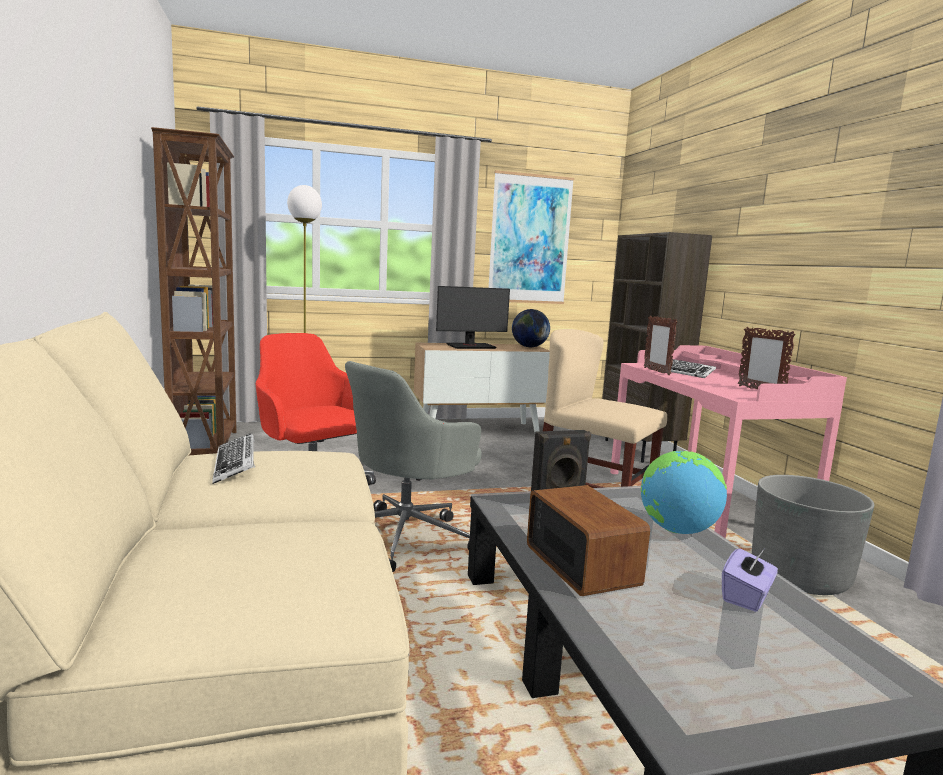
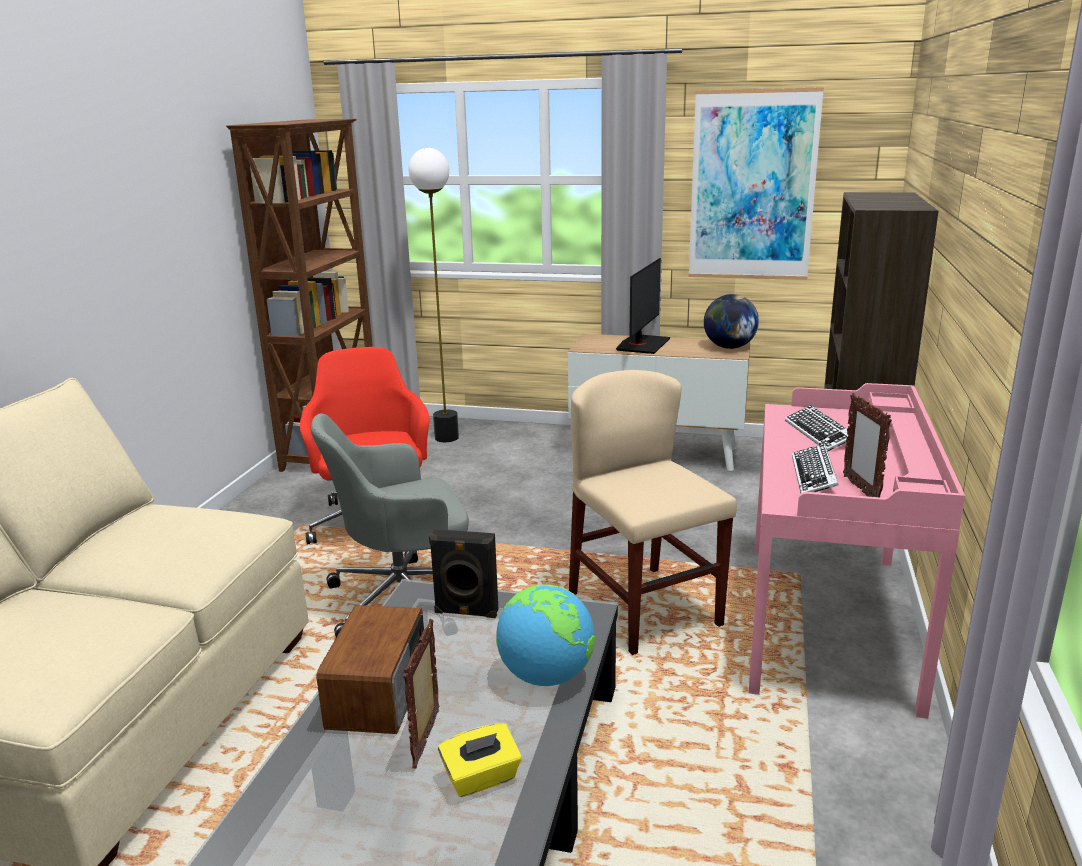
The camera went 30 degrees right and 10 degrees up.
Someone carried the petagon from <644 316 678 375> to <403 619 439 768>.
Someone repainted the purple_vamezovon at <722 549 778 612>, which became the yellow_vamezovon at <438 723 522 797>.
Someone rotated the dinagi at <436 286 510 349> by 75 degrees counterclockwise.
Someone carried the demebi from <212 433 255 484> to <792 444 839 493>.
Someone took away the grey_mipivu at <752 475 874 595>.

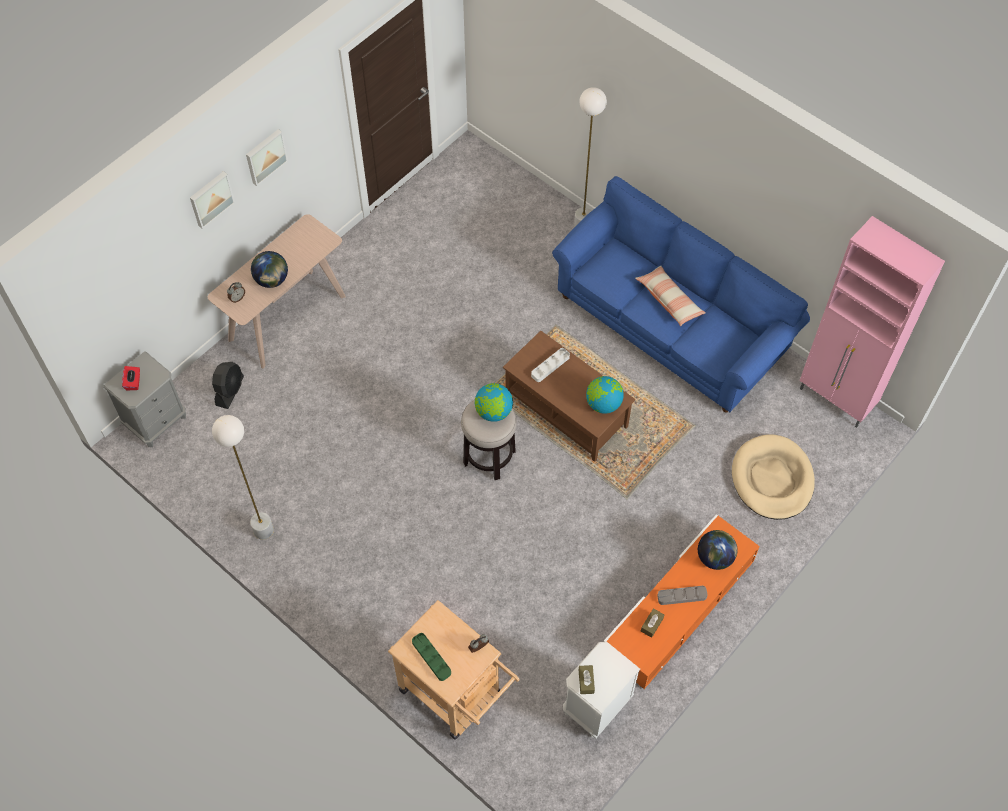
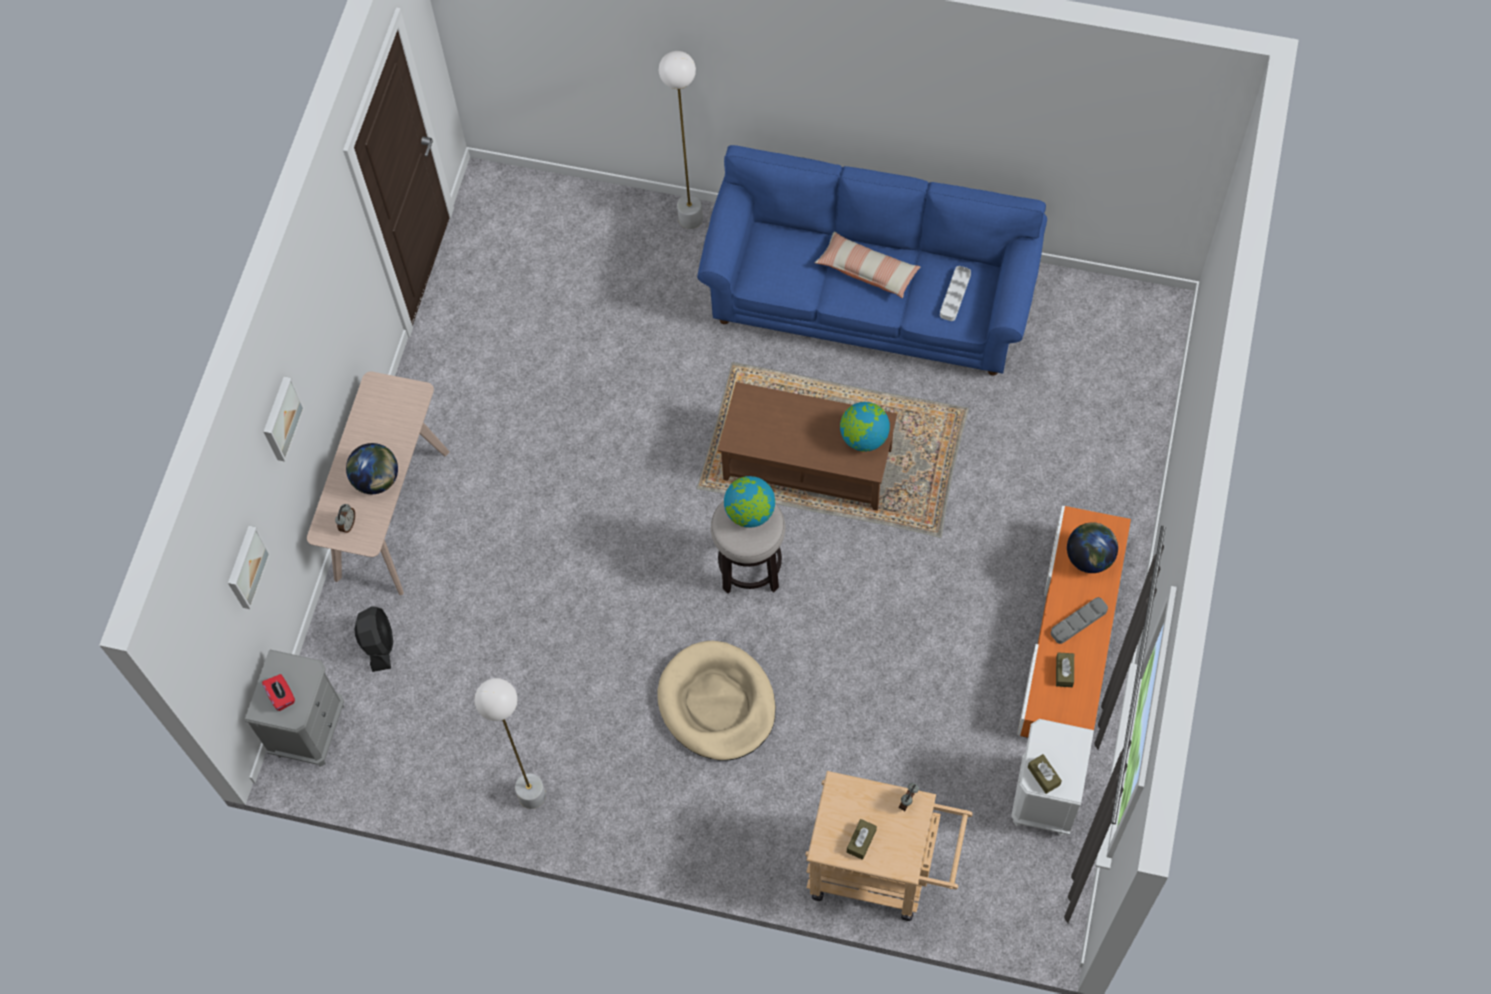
The camera went 25 degrees left and 5 degrees up.
Someone carried the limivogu from <246 129 288 186> to <228 526 270 609>.
Someone carried the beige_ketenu from <732 435 815 520> to <657 641 776 761>.
Someone swapped the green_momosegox at <412 633 451 681> for the brown_vamezovon at <847 819 877 860>.
Someone carried the white_momosegox from <531 348 570 382> to <940 266 971 321>.
Someone took away the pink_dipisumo at <799 216 945 428>.

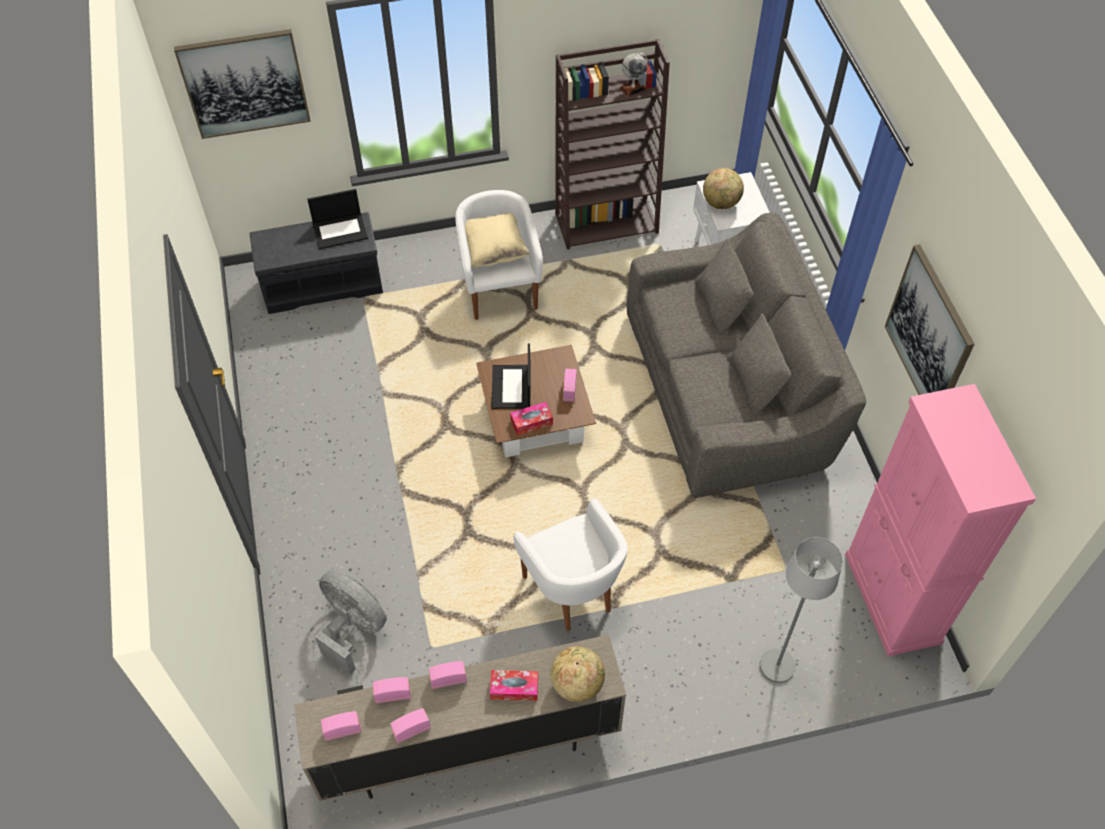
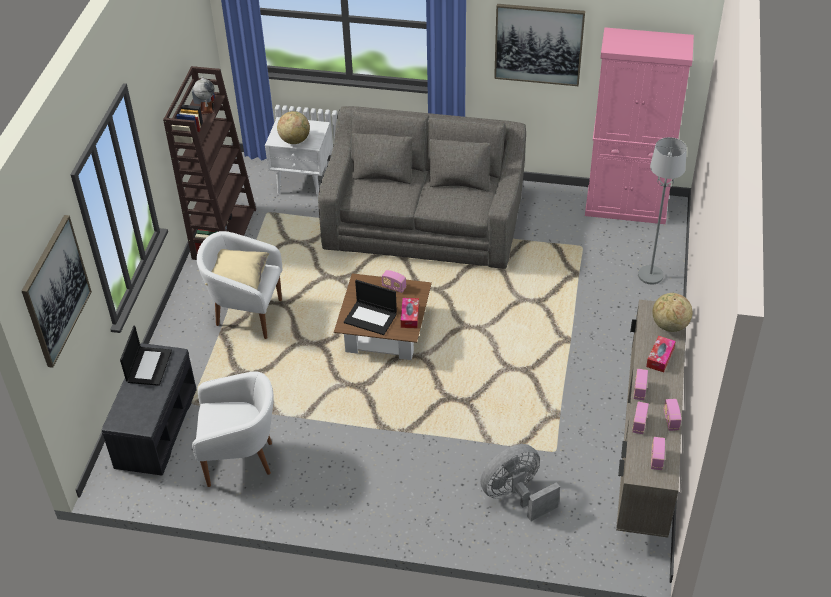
The camera went 65 degrees left and 10 degrees down.
Someone carried the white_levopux from <513 499 628 631> to <192 372 274 487>.

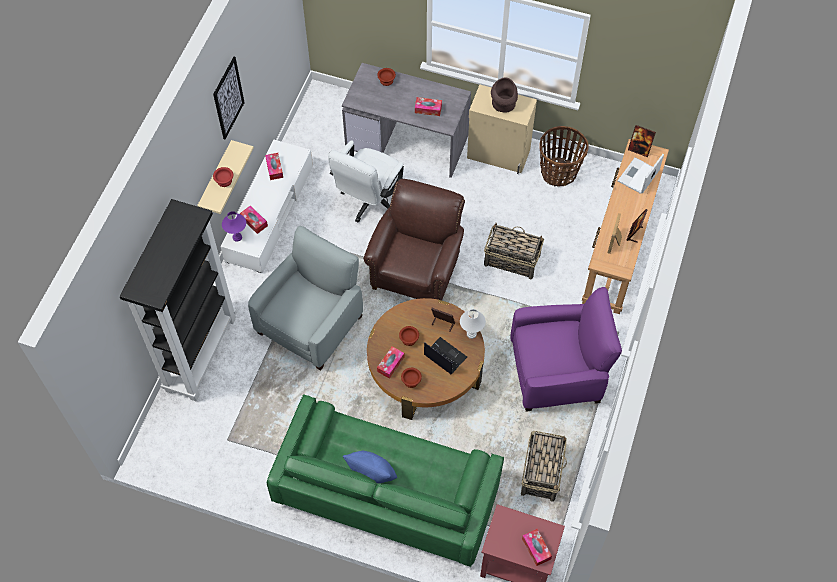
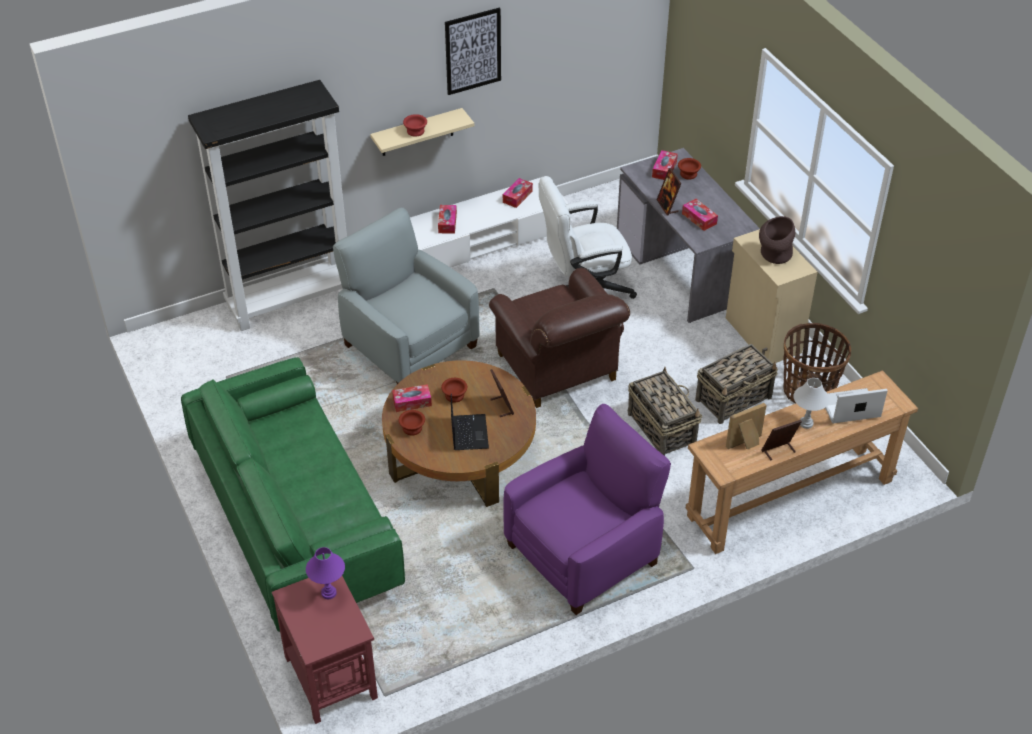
The camera went 45 degrees right and 15 degrees down.
Someone carried the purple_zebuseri from <222 211 246 242> to <306 547 345 599>.
Someone rotated the grey_levopux at <248 226 363 371> by 120 degrees counterclockwise.
Someone rotated the brown_levopux at <364 179 465 300> by 90 degrees clockwise.
Someone rotated the purple_levopux at <510 287 622 412> by 75 degrees counterclockwise.
Someone carried the vamezovon from <522 529 552 566> to <652 150 678 180>.
Someone carried the petagon from <628 125 656 157> to <657 168 681 216>.
Someone carried the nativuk from <521 431 567 502> to <695 344 778 424>.
Someone carried the white_zebuseri from <460 309 486 339> to <794 378 830 429>.
Someone took away the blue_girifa at <343 451 398 483>.

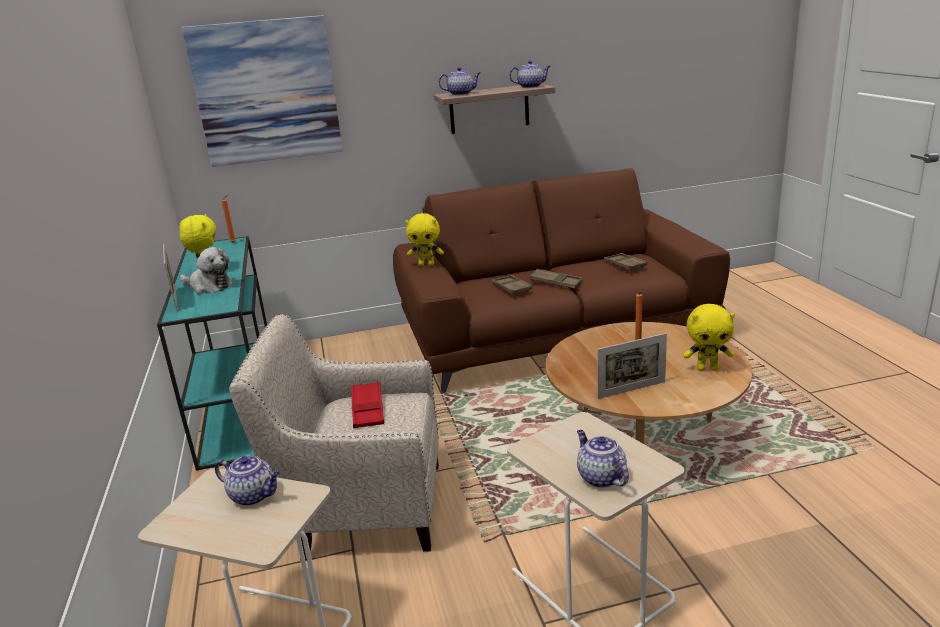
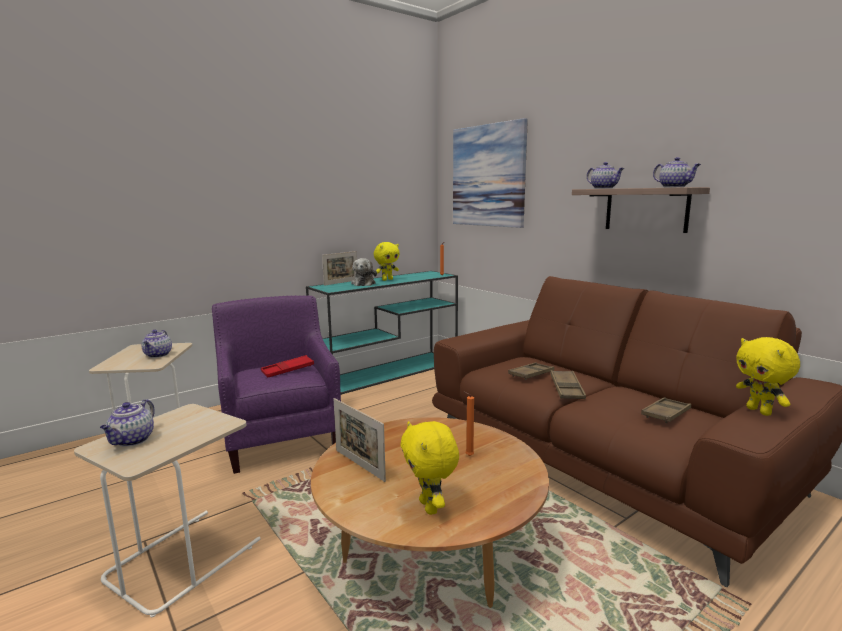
The camera went 65 degrees right and 10 degrees down.
Someone rotated the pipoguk at <577 430 629 488> by 150 degrees clockwise.
Someone repainted the beige_levopux at <229 314 439 561>, which became the purple_levopux at <212 295 341 474>.
Someone carried the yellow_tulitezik from <405 213 444 266> to <736 337 800 416>.

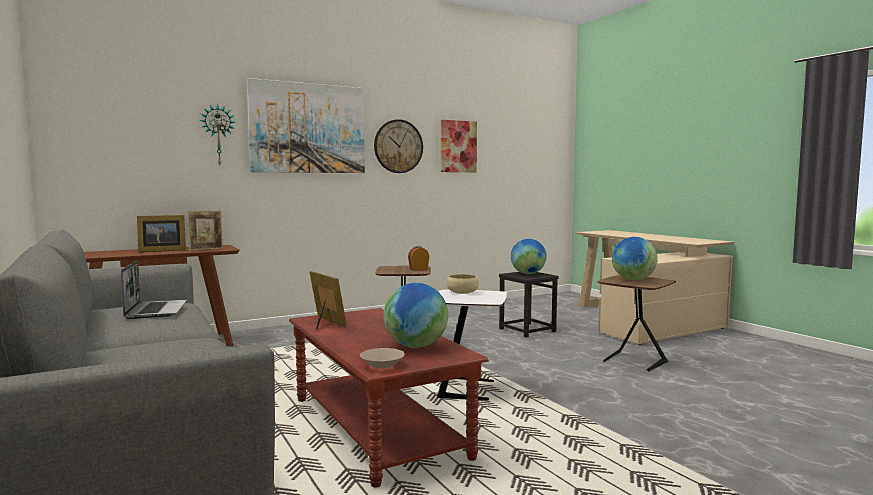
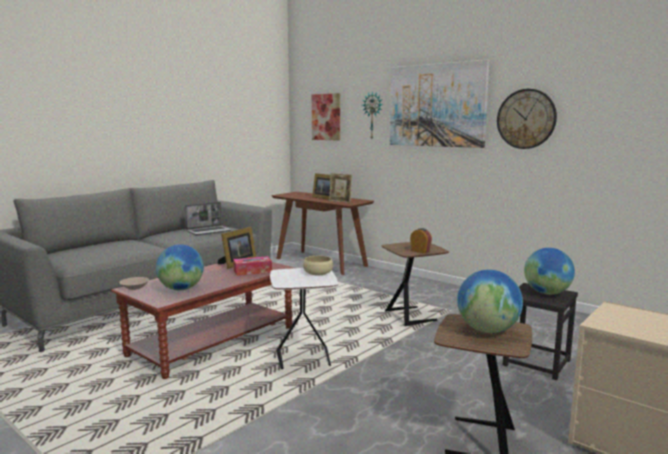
The camera went 70 degrees right and 5 degrees up.
Someone put down the vamezovon at <233 256 272 276>.
Someone carried the limivogu from <441 120 477 172> to <312 93 340 141>.

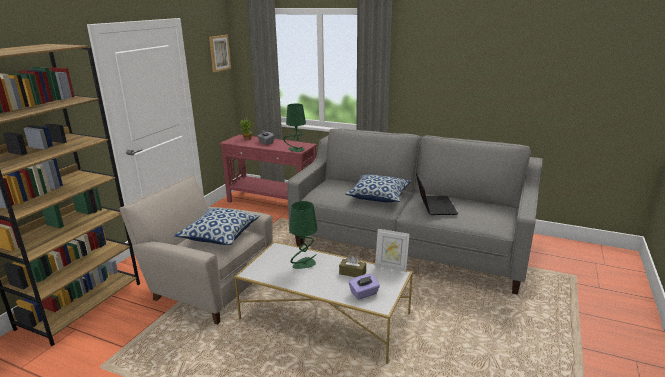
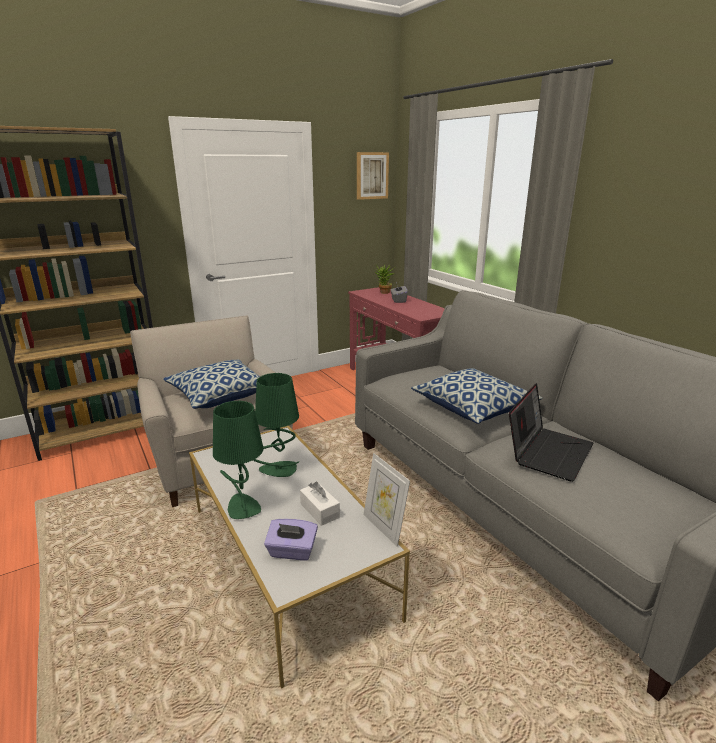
The camera went 35 degrees right and 0 degrees up.
Someone carried the green_zebuseri from <283 104 306 152> to <213 401 264 519>.
Someone repainted the brown_vamezovon at <339 255 366 277>, which became the white_vamezovon at <300 482 340 526>.

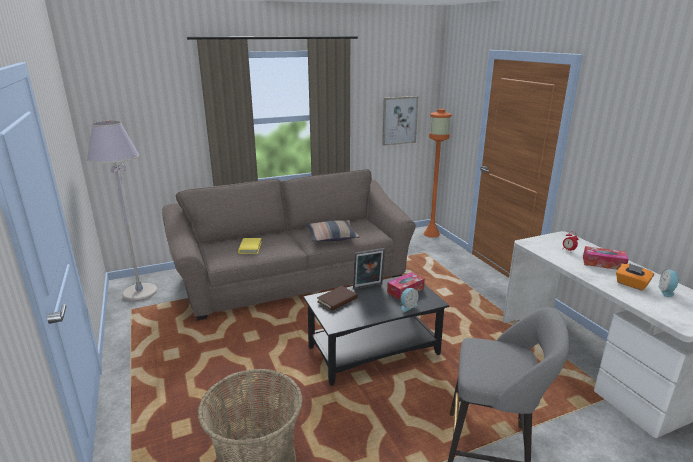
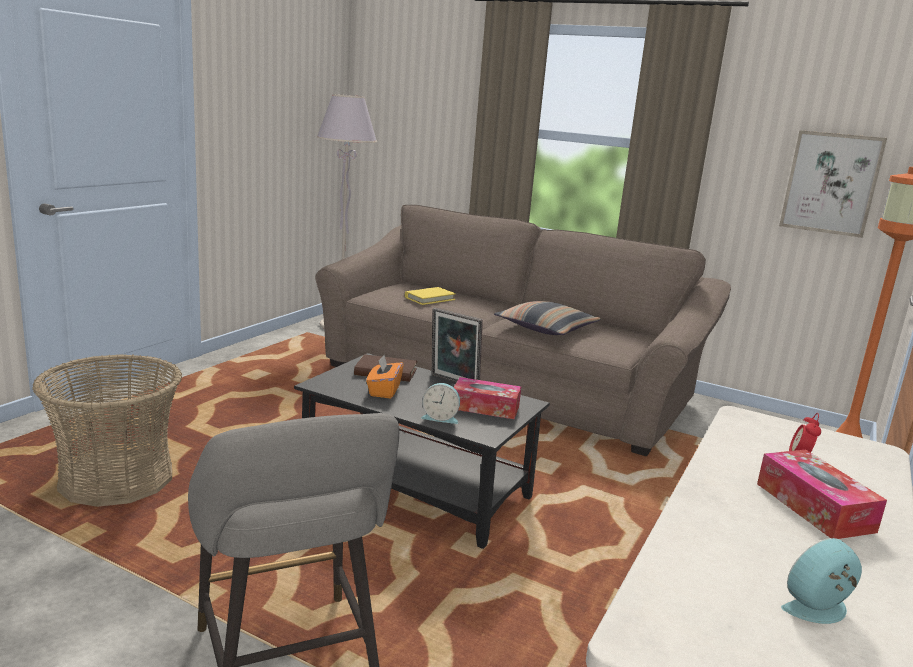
The camera went 50 degrees right and 5 degrees down.
Someone carried the orange_vamezovon from <616 263 654 291> to <366 355 404 399>.

